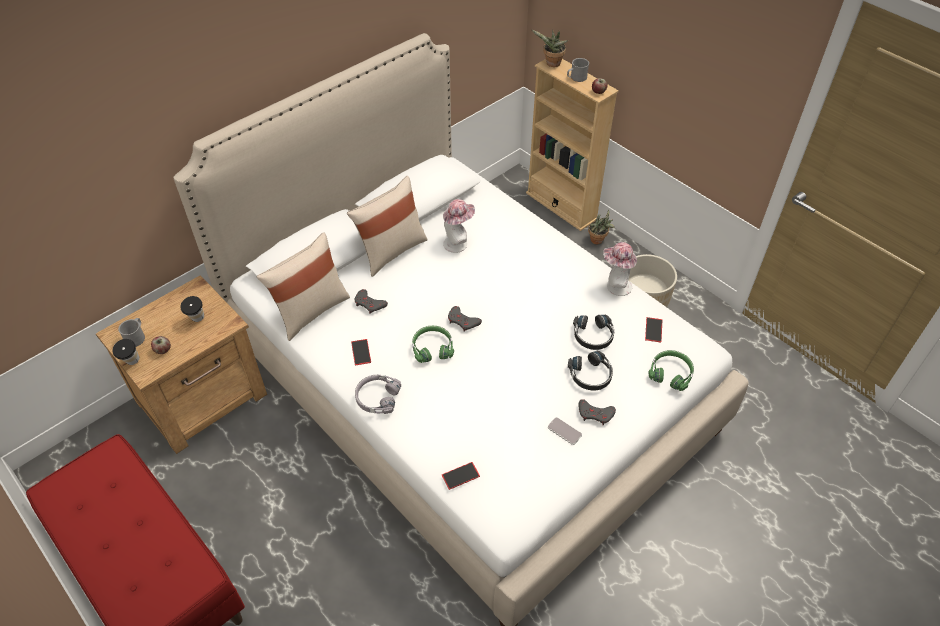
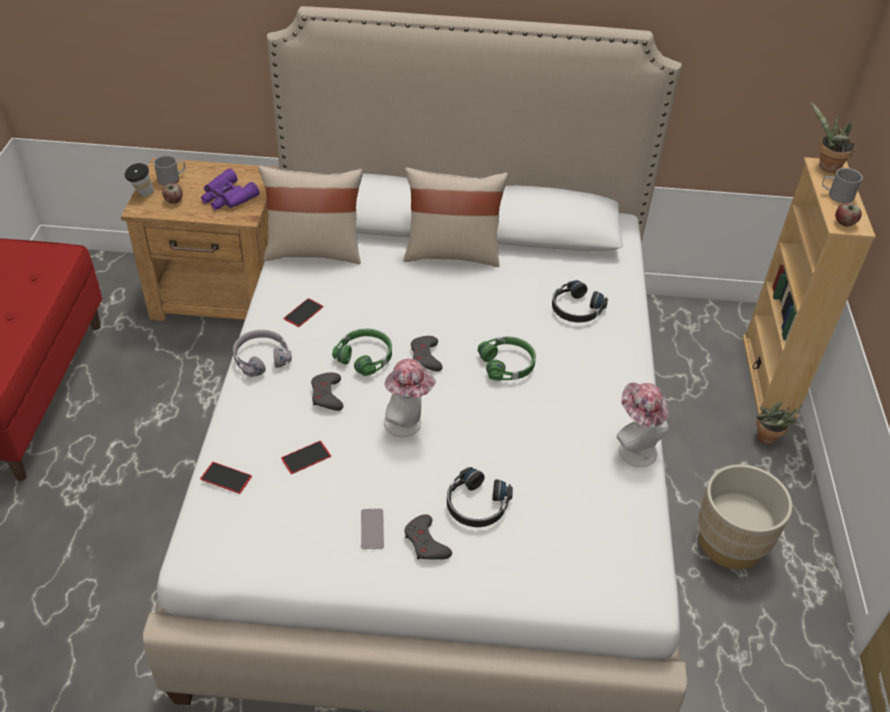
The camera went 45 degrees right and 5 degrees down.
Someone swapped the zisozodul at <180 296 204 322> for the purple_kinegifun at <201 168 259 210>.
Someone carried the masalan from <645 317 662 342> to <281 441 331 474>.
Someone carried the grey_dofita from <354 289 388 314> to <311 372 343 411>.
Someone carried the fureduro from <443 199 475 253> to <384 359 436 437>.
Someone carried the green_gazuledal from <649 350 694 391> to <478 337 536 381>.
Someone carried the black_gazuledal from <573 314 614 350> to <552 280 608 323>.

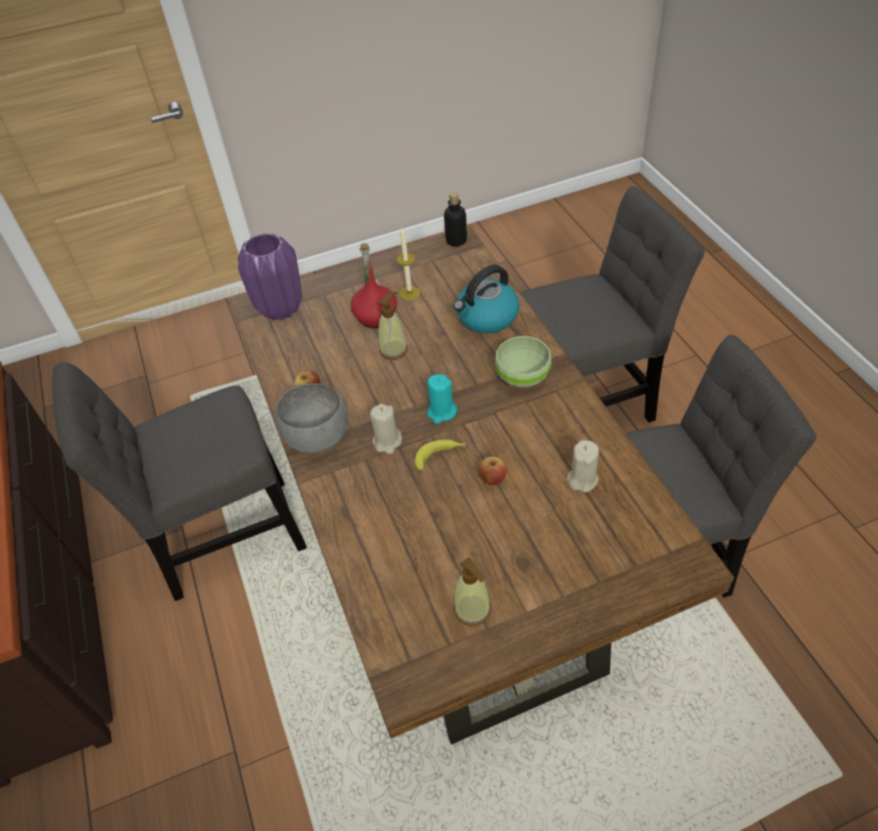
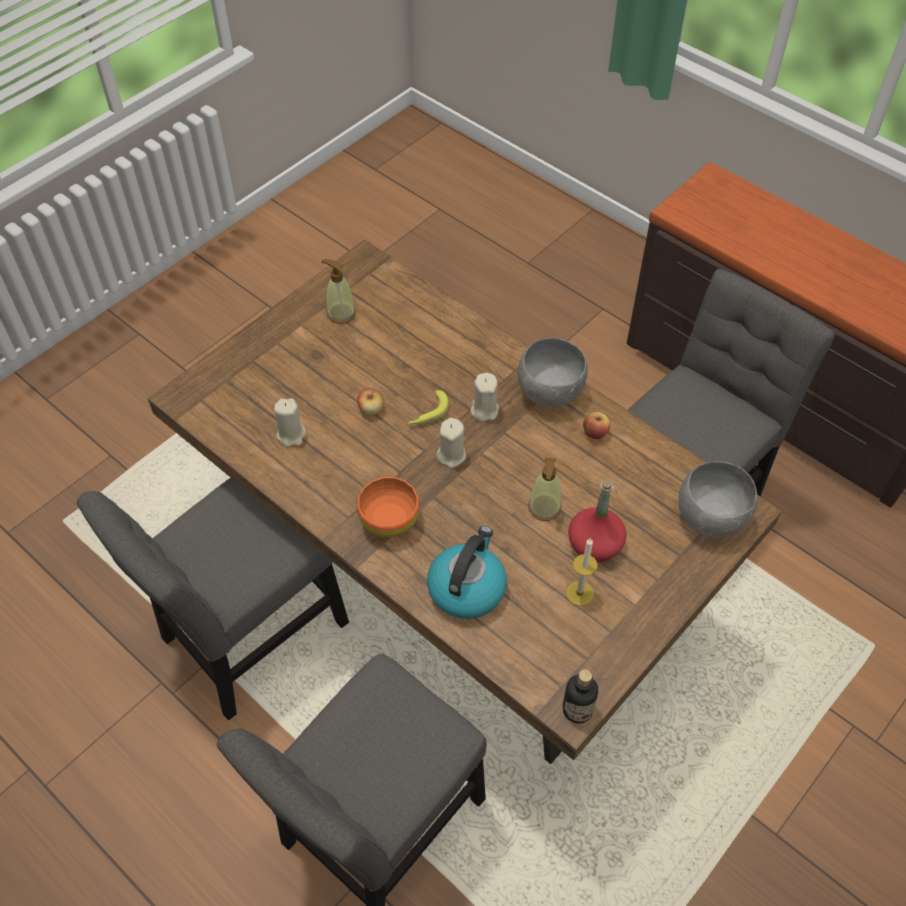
The camera went 150 degrees right and 5 degrees up.
Someone repainted the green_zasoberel at <495 336 551 387>, which became the orange_zasoberel at <357 477 420 537>.
Someone repainted the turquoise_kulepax at <427 374 457 424>, which became the beige_kulepax at <436 418 466 468>.
Someone swapped the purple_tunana at <238 233 302 320> for the grey_zasoberel at <679 461 757 537>.

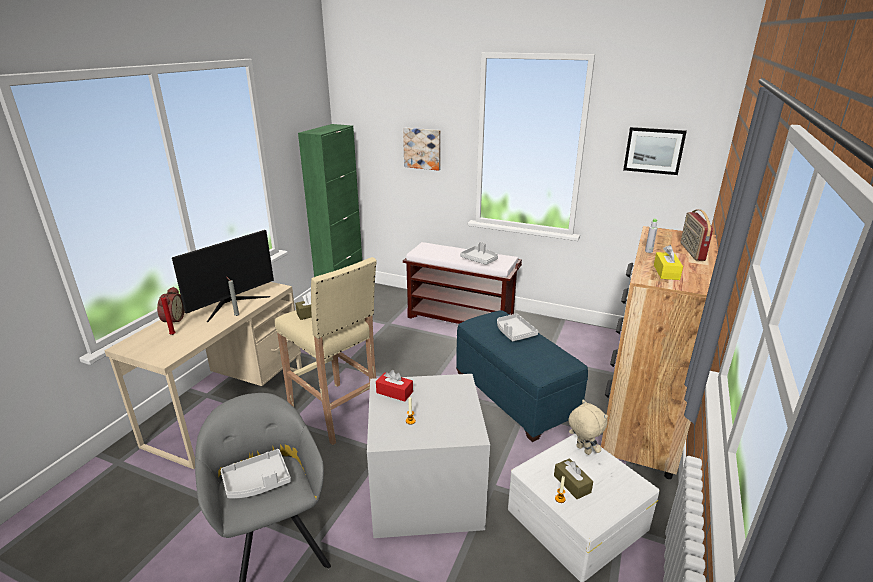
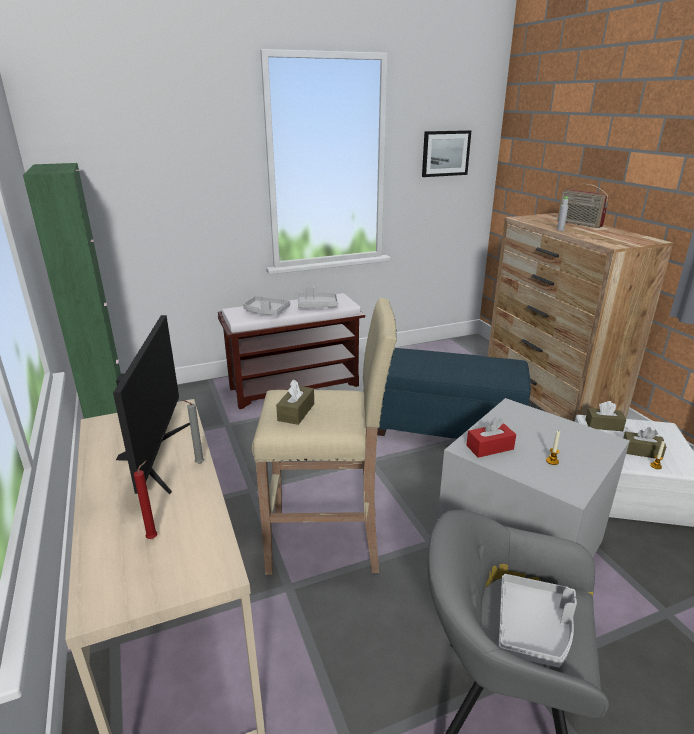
The camera went 45 degrees left and 0 degrees up.
Someone carried the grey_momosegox from <497 313 538 341> to <243 296 290 315>.
Someone swapped the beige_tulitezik at <568 400 608 455> for the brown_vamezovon at <585 401 626 431>.
Someone took away the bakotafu at <157 287 184 323>.
Someone took away the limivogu at <403 128 441 171>.
Someone took away the yellow_vamezovon at <654 245 683 280>.

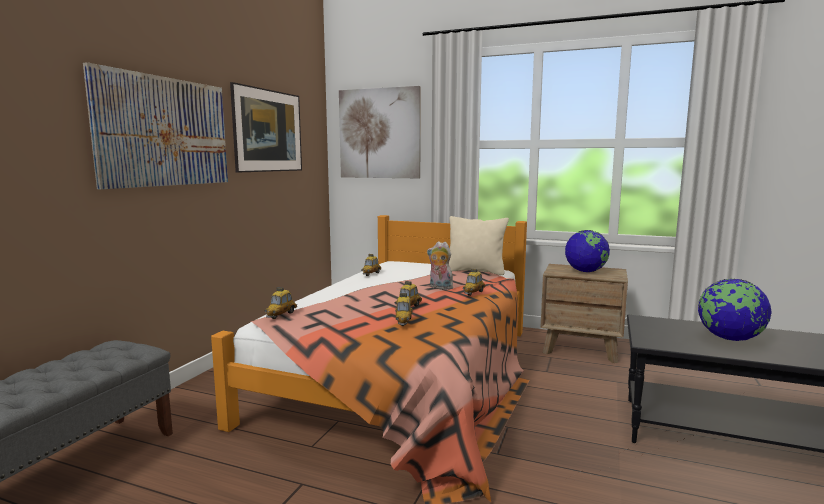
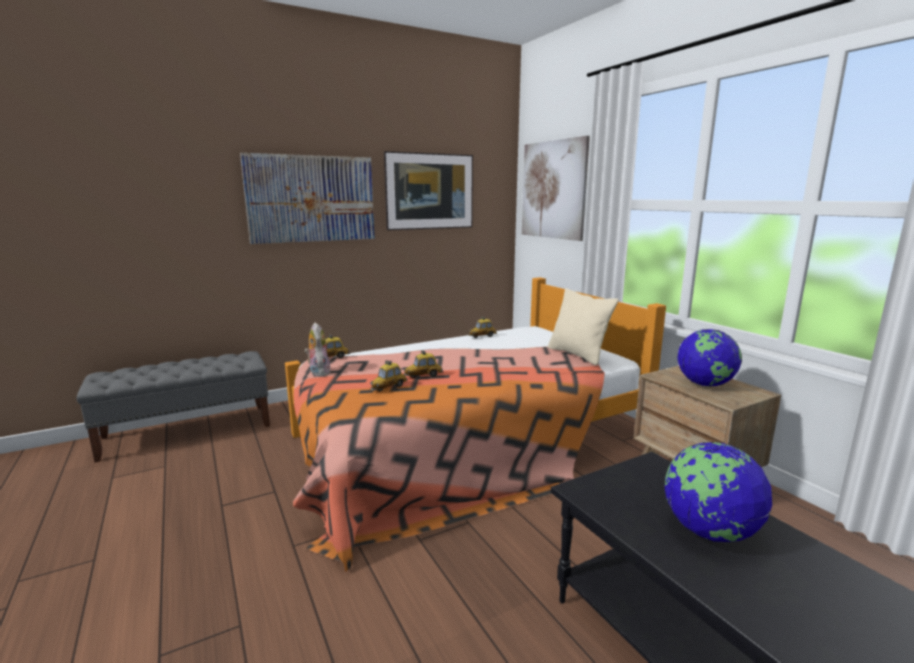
The camera went 40 degrees right and 5 degrees up.
Someone carried the tulitezik from <427 241 453 290> to <305 322 330 377>.
Someone took away the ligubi at <463 269 485 296>.

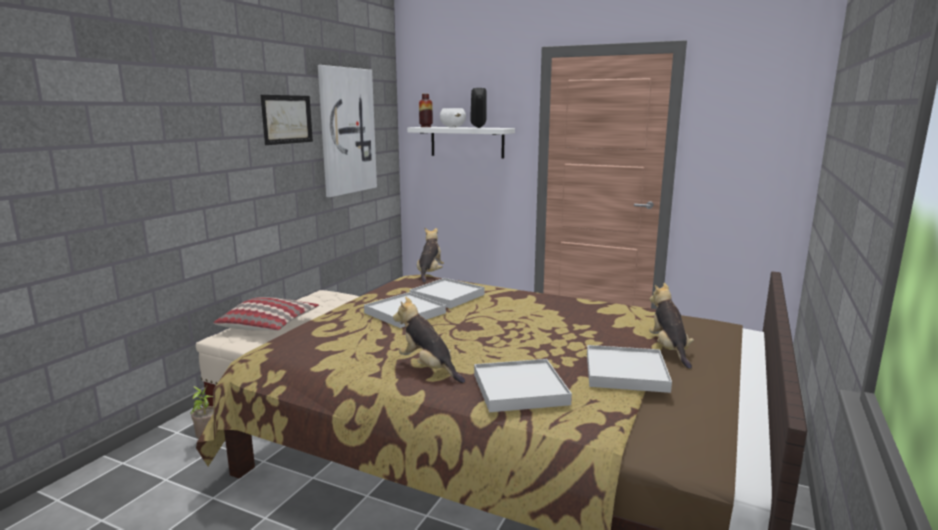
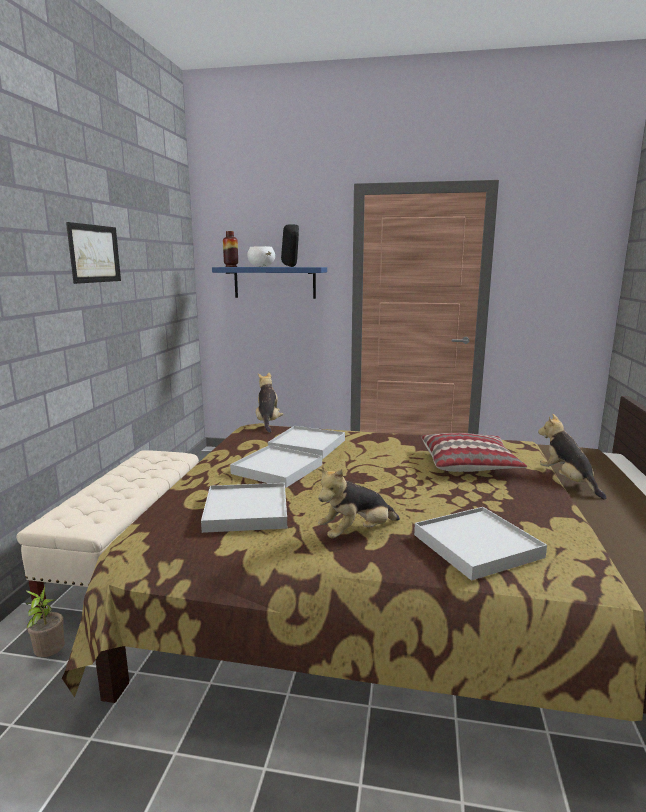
The camera went 15 degrees left and 0 degrees up.
Someone carried the white_momosegox from <587 345 672 393> to <201 483 287 533>.
Someone repainted the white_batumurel at <407 127 515 159>, which became the blue_batumurel at <212 267 327 299>.
Someone rotated the tulitezik at <393 296 465 383> by 60 degrees counterclockwise.
Someone carried the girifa from <213 297 319 331> to <421 433 527 472>.
Someone took away the limivogu at <318 65 377 197>.

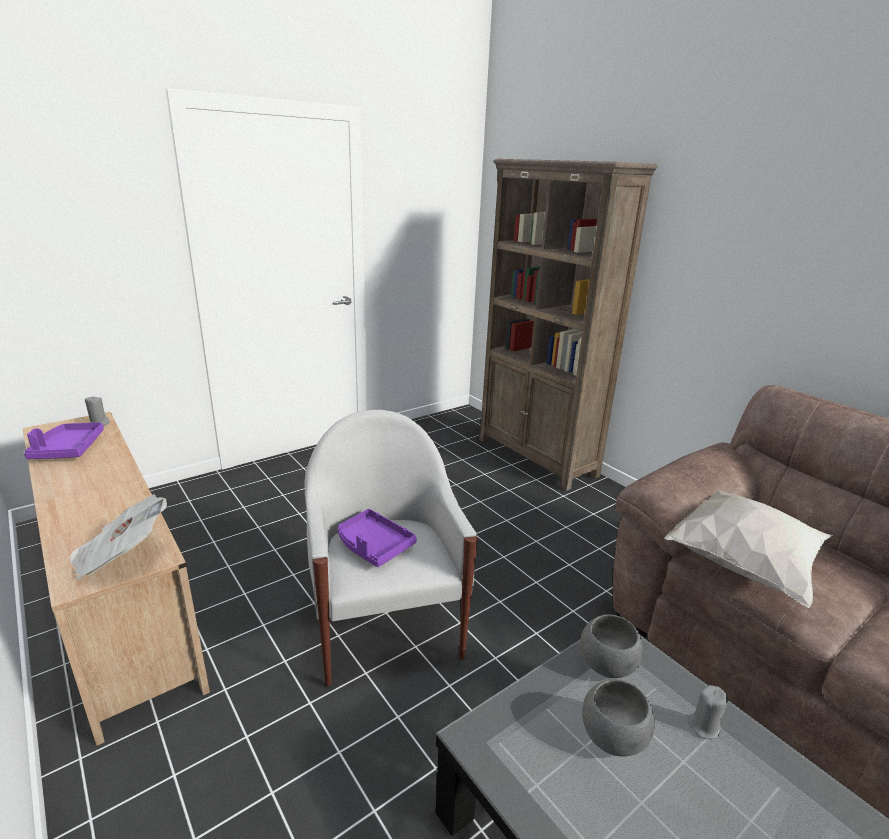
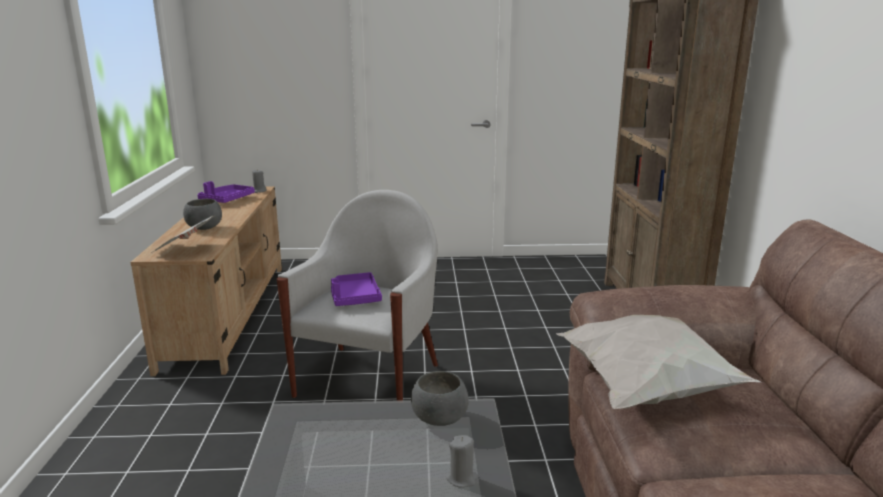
The camera went 35 degrees right and 5 degrees down.
Someone carried the grey_zasoberel from <582 679 655 756> to <183 199 222 230>.

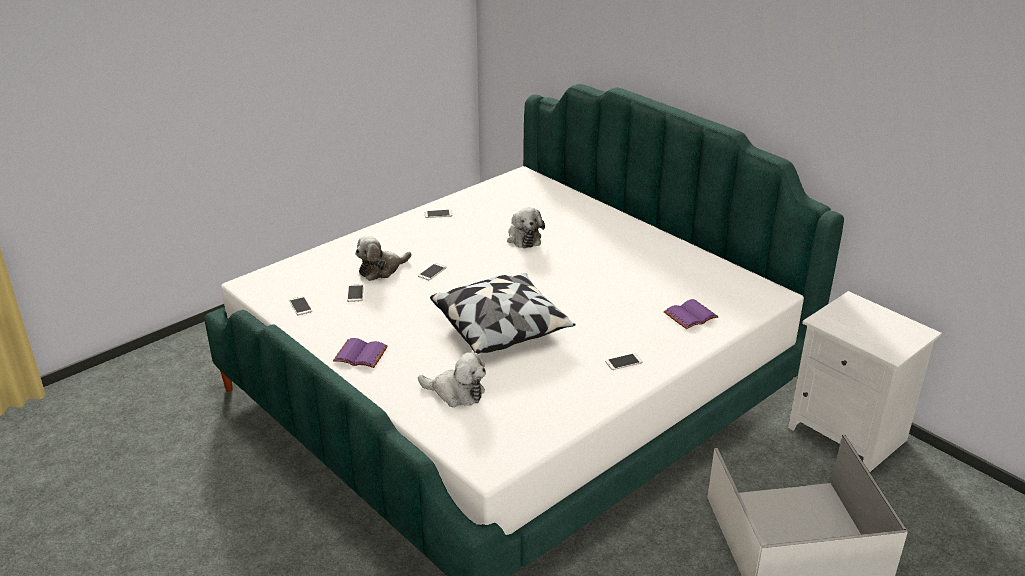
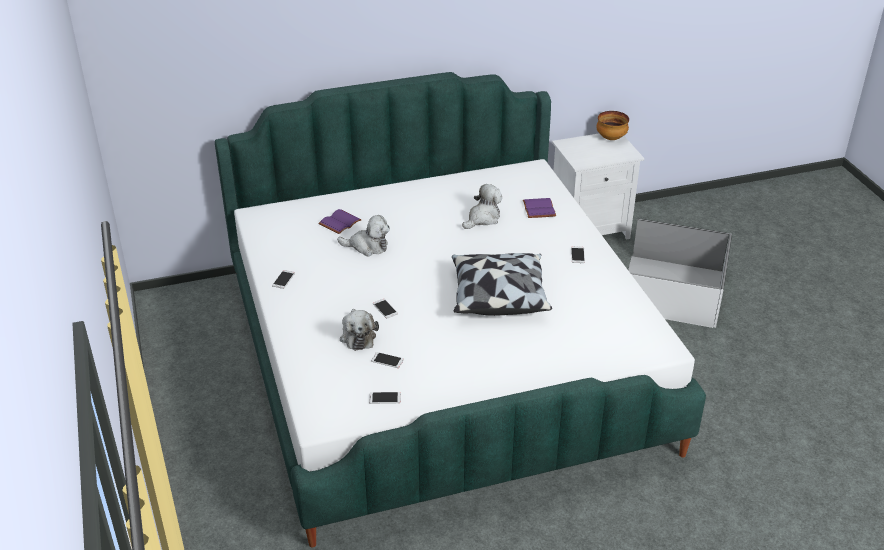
The camera went 65 degrees left and 5 degrees up.
Someone carried the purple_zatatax from <333 338 388 368> to <318 209 362 234>.
Someone carried the tulitezik from <418 352 486 407> to <462 184 502 229>.
Someone put down the zasoberel at <597 111 629 140>.

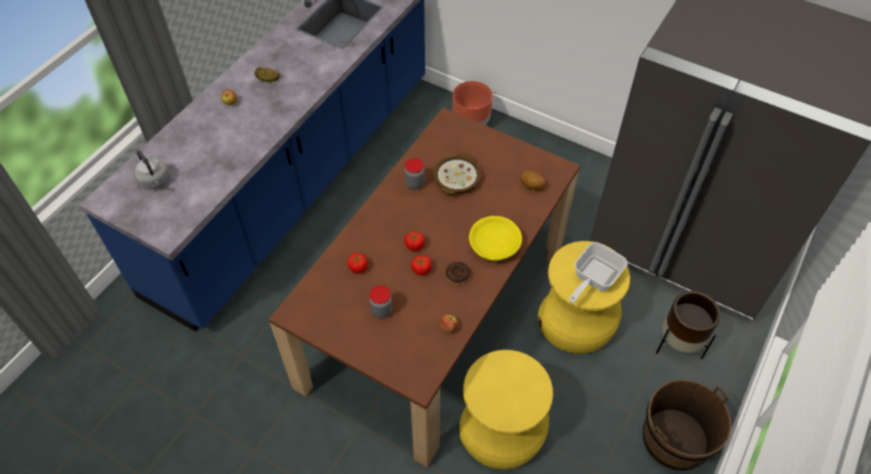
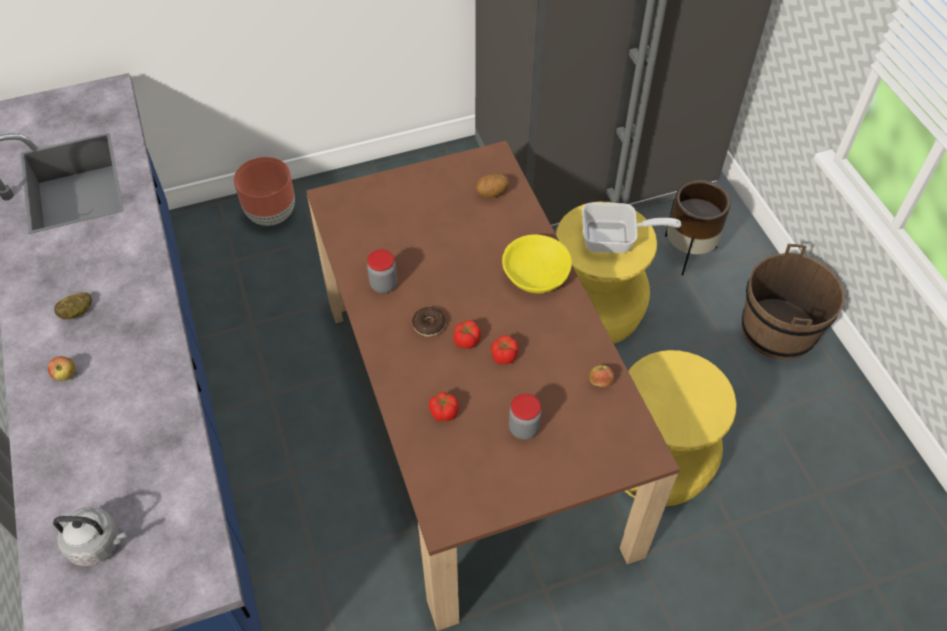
The camera went 50 degrees left and 0 degrees up.
Someone carried the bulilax from <445 262 470 284> to <412 307 446 337>.
Someone rotated the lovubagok at <569 242 627 303> by 75 degrees counterclockwise.
Someone took away the zasoberel at <433 153 481 195>.

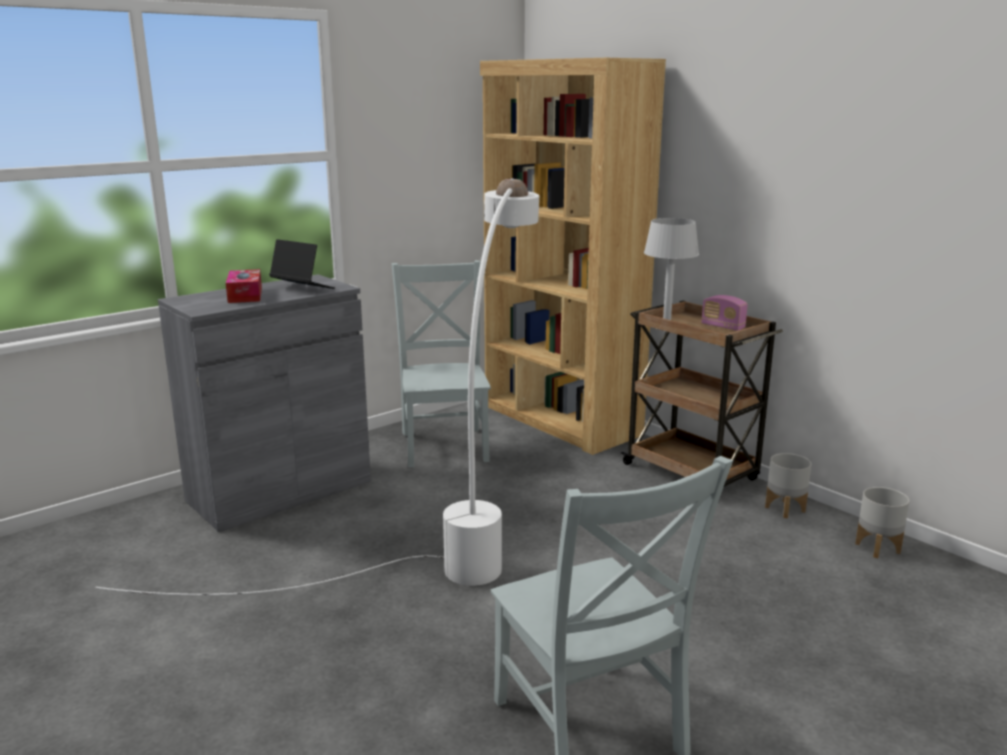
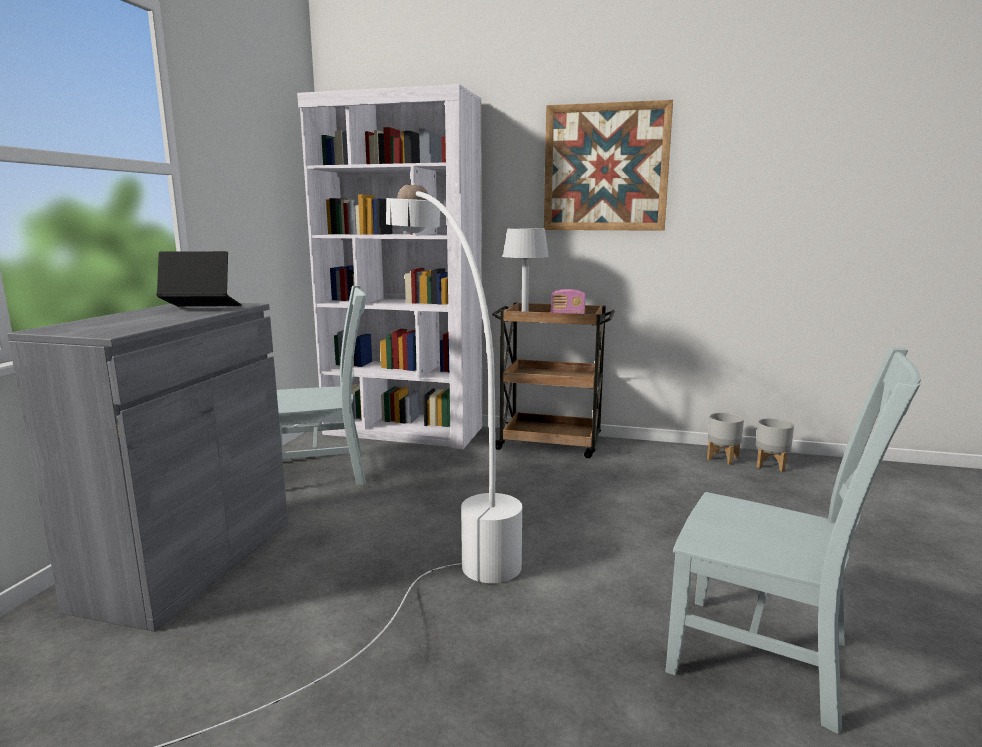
The camera went 35 degrees left and 5 degrees down.
Someone rotated the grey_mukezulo at <391 260 491 467> by 120 degrees clockwise.
Someone repainted the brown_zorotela at <480 58 666 455>, which became the white_zorotela at <297 84 482 449>.
Someone put up the limivogu at <544 100 673 231>.
Someone carried the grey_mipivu from <765 453 812 518> to <756 418 794 472>.
Someone took away the vamezovon at <226 269 262 303>.

